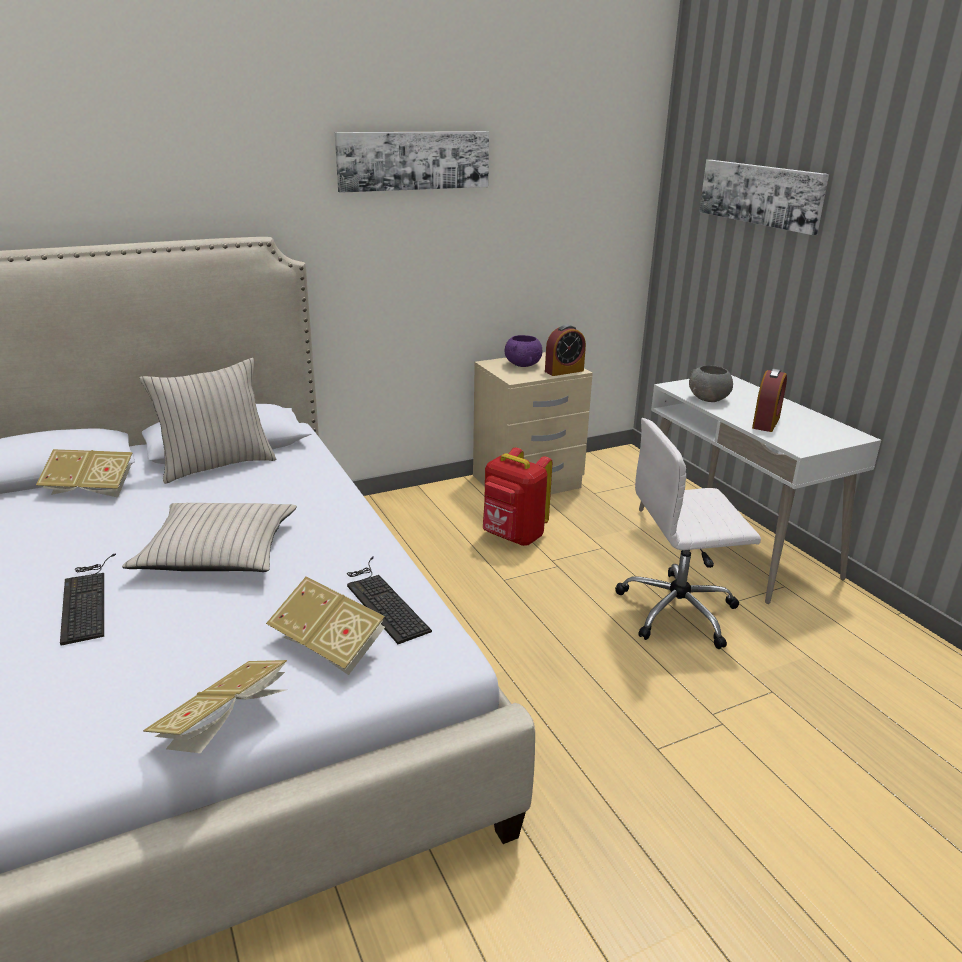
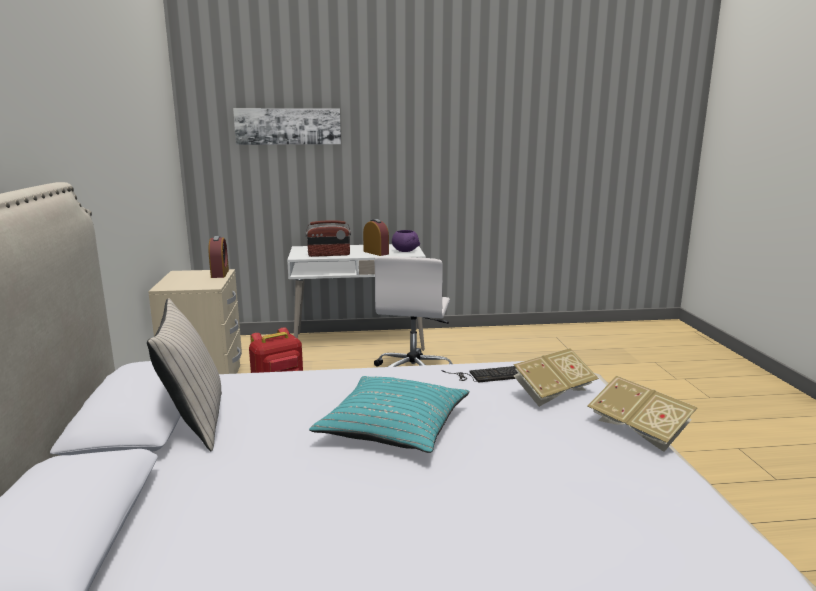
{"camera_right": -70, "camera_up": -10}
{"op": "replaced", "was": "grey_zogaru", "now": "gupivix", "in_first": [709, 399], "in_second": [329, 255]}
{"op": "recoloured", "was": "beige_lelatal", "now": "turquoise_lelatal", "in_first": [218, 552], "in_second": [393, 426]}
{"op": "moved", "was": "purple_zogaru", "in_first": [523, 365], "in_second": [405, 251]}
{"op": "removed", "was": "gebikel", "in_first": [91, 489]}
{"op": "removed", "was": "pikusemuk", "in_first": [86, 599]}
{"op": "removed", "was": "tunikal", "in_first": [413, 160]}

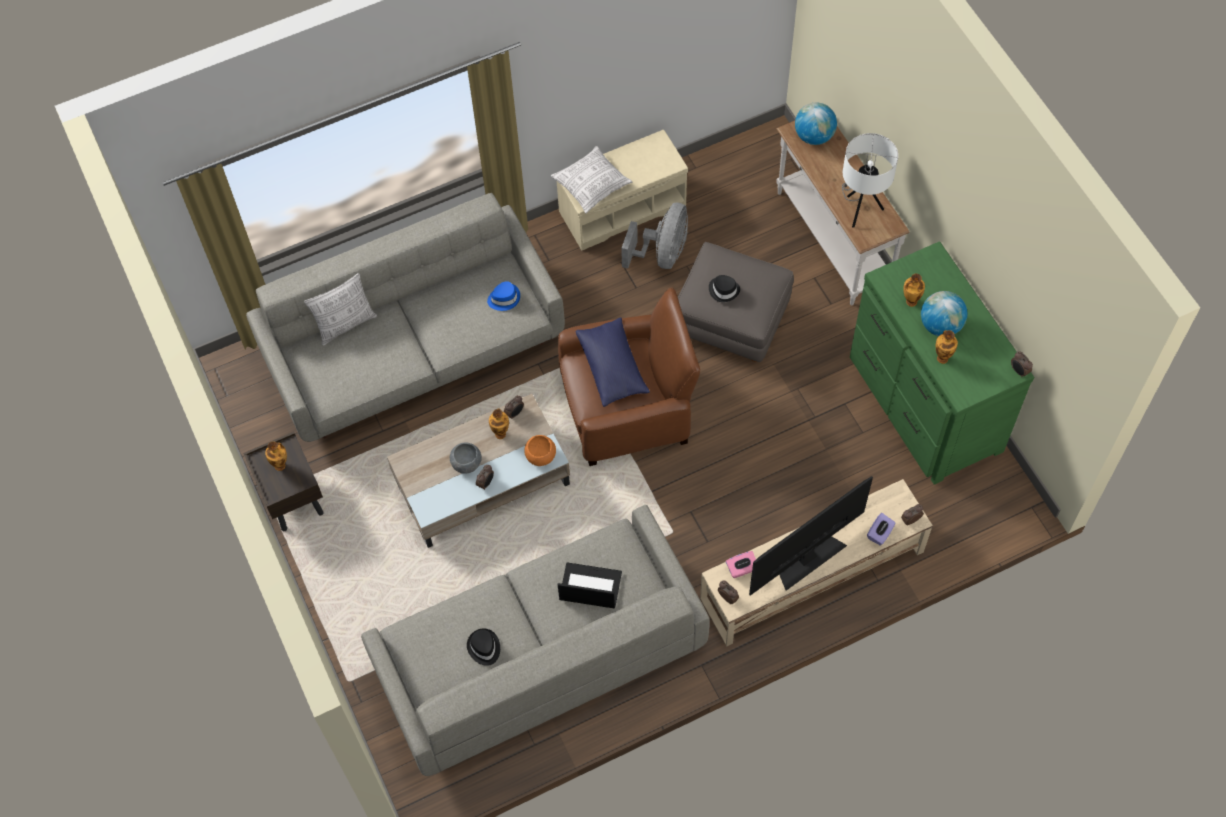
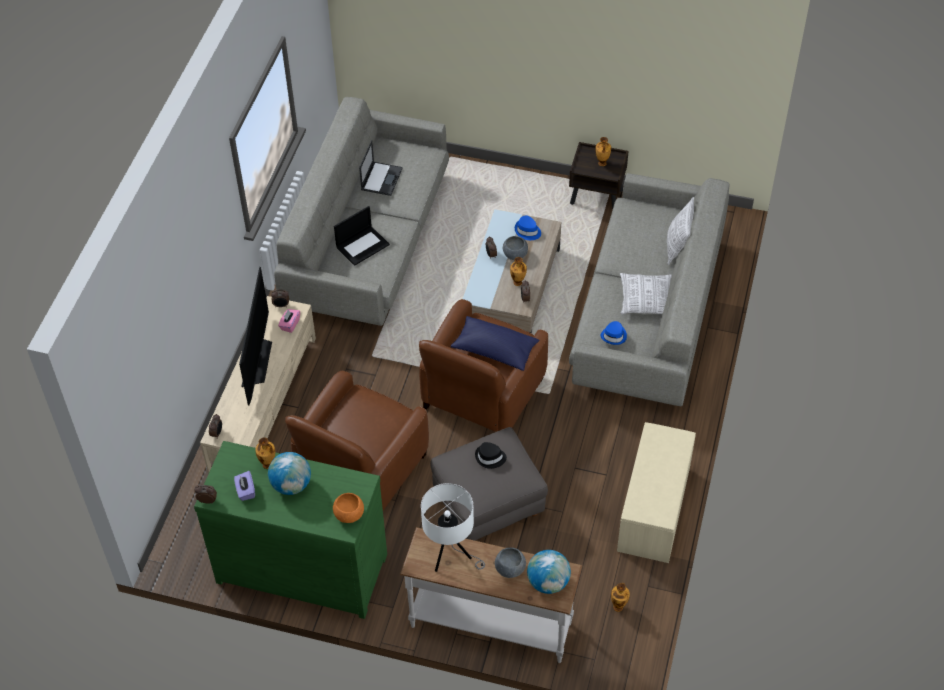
{"camera_right": 130, "camera_up": -10}
{"op": "moved", "was": "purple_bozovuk", "in_first": [880, 534], "in_second": [245, 491]}
{"op": "added", "now": "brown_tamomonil", "in_second": [361, 469]}
{"op": "moved", "was": "orange_zogaru", "in_first": [540, 456], "in_second": [349, 514]}
{"op": "replaced", "was": "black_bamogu", "now": "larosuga", "in_first": [484, 648], "in_second": [381, 178]}
{"op": "added", "now": "grey_zogaru", "in_second": [510, 568]}
{"op": "added", "now": "blue_bamogu", "in_second": [527, 231]}
{"op": "moved", "was": "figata", "in_first": [910, 301], "in_second": [618, 606]}
{"op": "moved", "was": "lelatal", "in_first": [592, 185], "in_second": [645, 300]}
{"op": "removed", "was": "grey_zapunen", "in_first": [662, 254]}

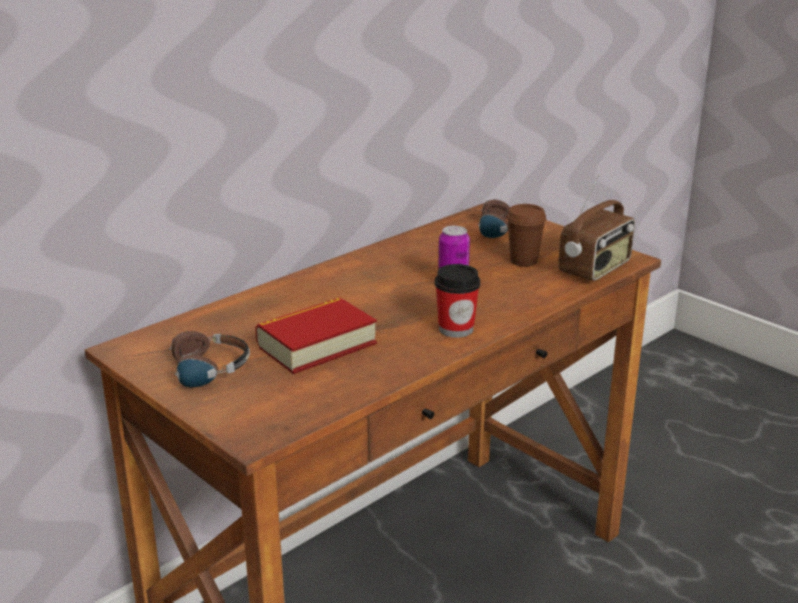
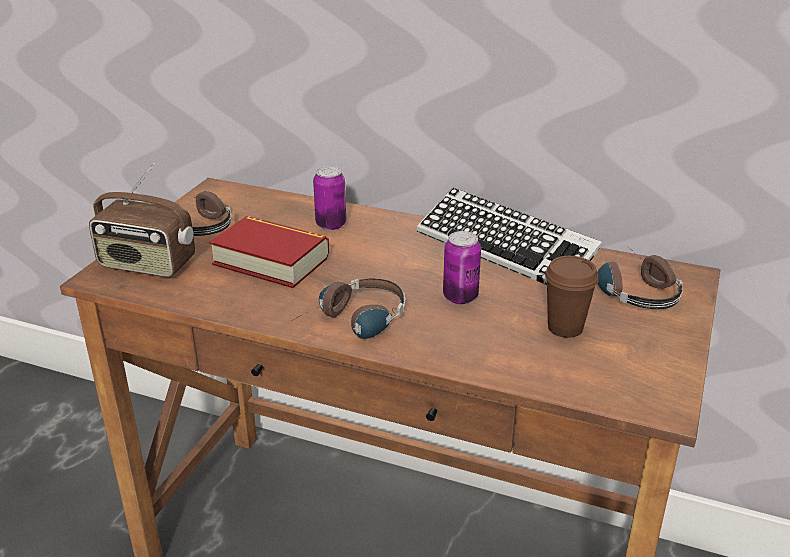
{"camera_right": 65, "camera_up": 5}
{"op": "moved", "was": "gupivix", "in_first": [595, 269], "in_second": [146, 265]}
{"op": "replaced", "was": "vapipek", "now": "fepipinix", "in_first": [456, 329], "in_second": [353, 323]}
{"op": "added", "now": "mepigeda", "in_second": [331, 224]}
{"op": "added", "now": "pikusemuk", "in_second": [505, 248]}

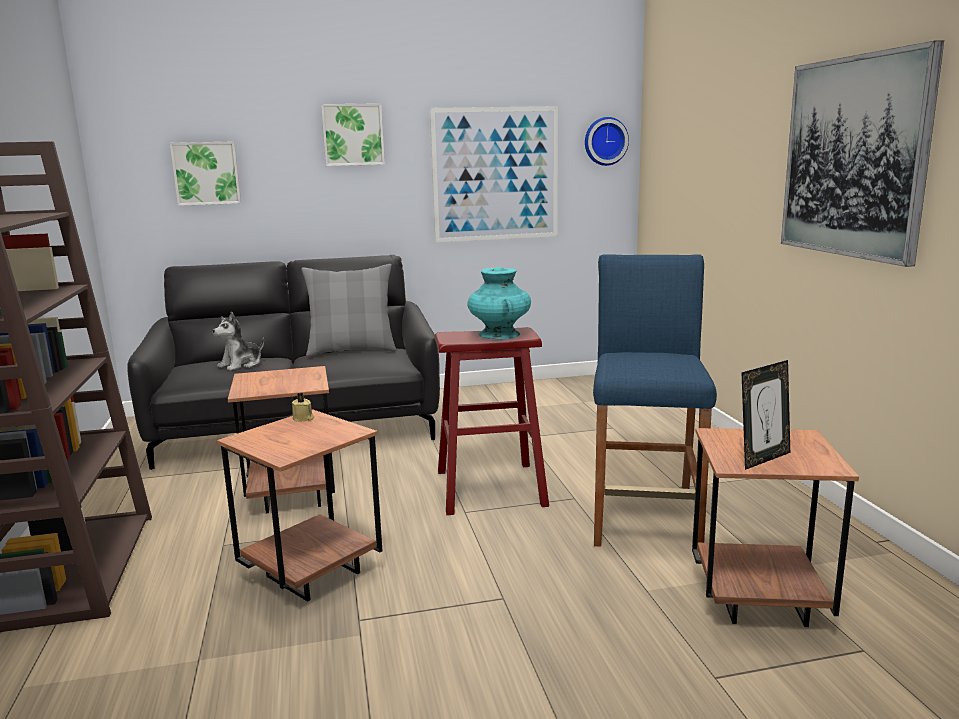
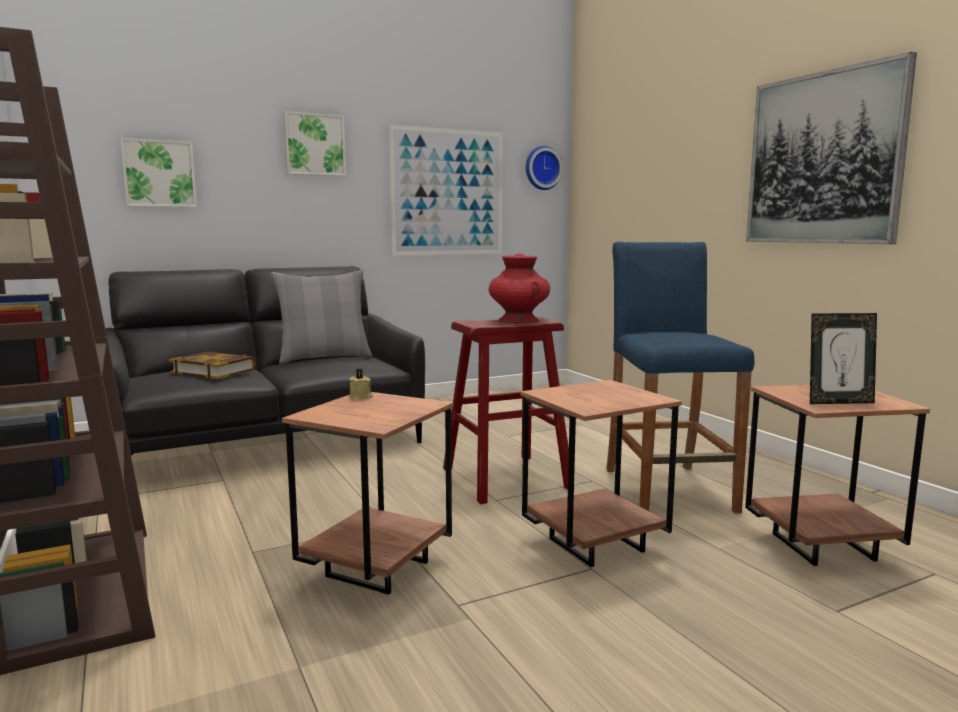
{"camera_right": -15, "camera_up": -5}
{"op": "replaced", "was": "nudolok", "now": "gebikel", "in_first": [241, 364], "in_second": [214, 371]}
{"op": "recoloured", "was": "turquoise_figata", "now": "red_figata", "in_first": [499, 334], "in_second": [518, 320]}
{"op": "moved", "was": "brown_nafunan", "in_first": [292, 497], "in_second": [593, 545]}
{"op": "turned", "was": "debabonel", "in_first": [763, 459], "in_second": [839, 402], "clockwise": 45}

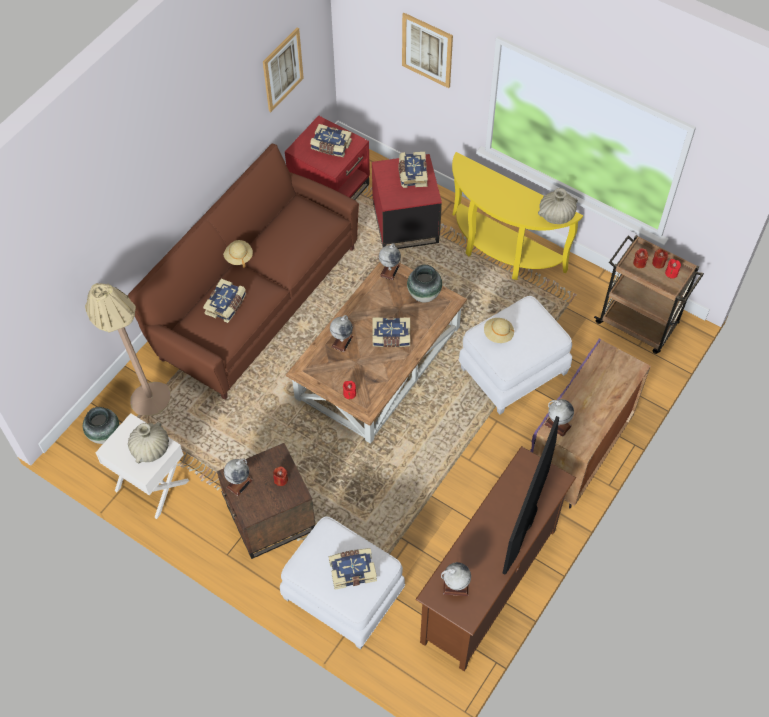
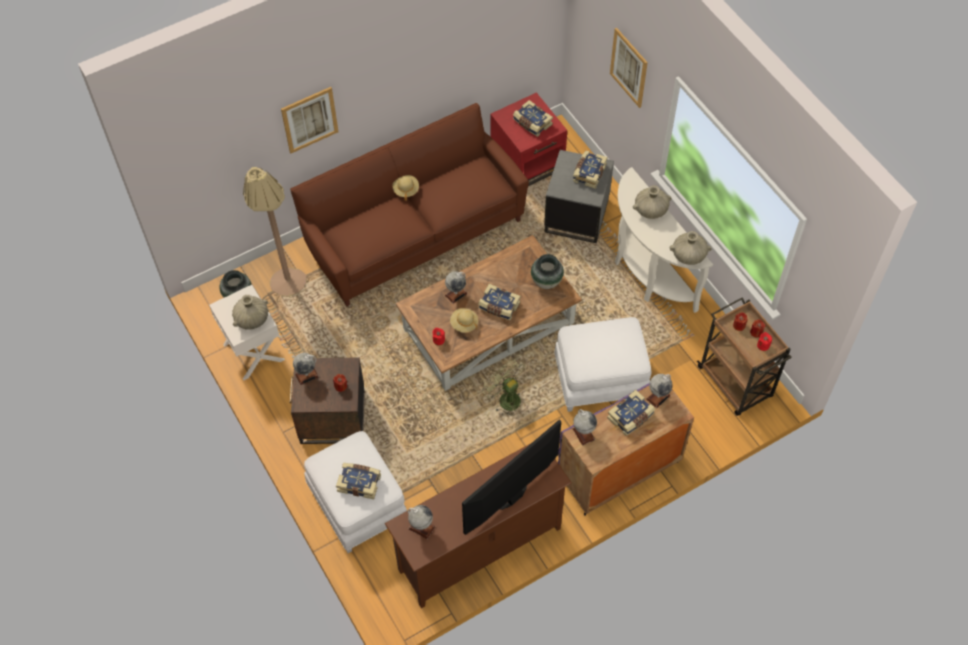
{"camera_right": 25, "camera_up": 0}
{"op": "moved", "was": "tunikal", "in_first": [282, 69], "in_second": [309, 119]}
{"op": "moved", "was": "beige_bamogu", "in_first": [498, 334], "in_second": [464, 324]}
{"op": "added", "now": "green_zapunen", "in_second": [505, 398]}
{"op": "recoloured", "was": "red_nafunan", "now": "grey_nafunan", "in_first": [405, 224], "in_second": [576, 215]}
{"op": "moved", "was": "gebikel", "in_first": [226, 305], "in_second": [631, 417]}
{"op": "recoloured", "was": "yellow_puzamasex", "now": "white_puzamasex", "in_first": [500, 252], "in_second": [646, 272]}
{"op": "added", "now": "beige_figata", "in_second": [651, 210]}
{"op": "moved", "was": "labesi", "in_first": [389, 270], "in_second": [658, 397]}

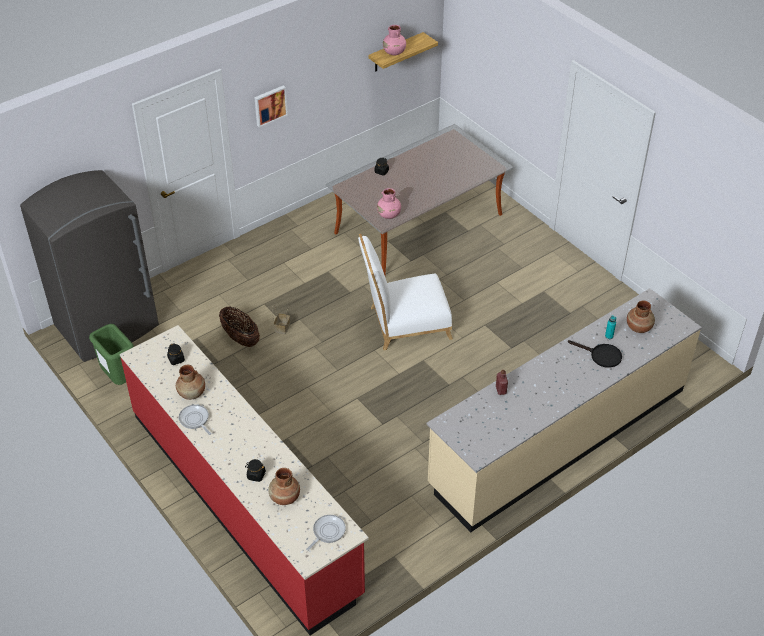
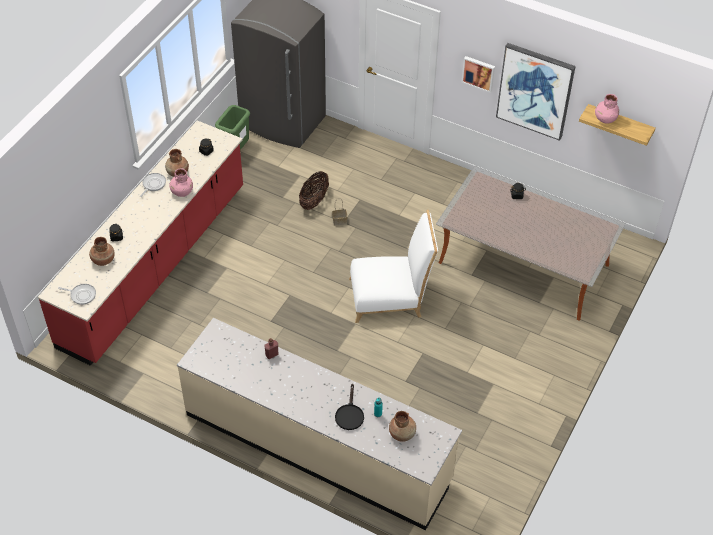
{"camera_right": 65, "camera_up": 5}
{"op": "moved", "was": "pink_figata", "in_first": [388, 215], "in_second": [182, 192]}
{"op": "turned", "was": "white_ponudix", "in_first": [405, 324], "in_second": [390, 297], "clockwise": 120}
{"op": "added", "now": "tunikal", "in_second": [535, 90]}

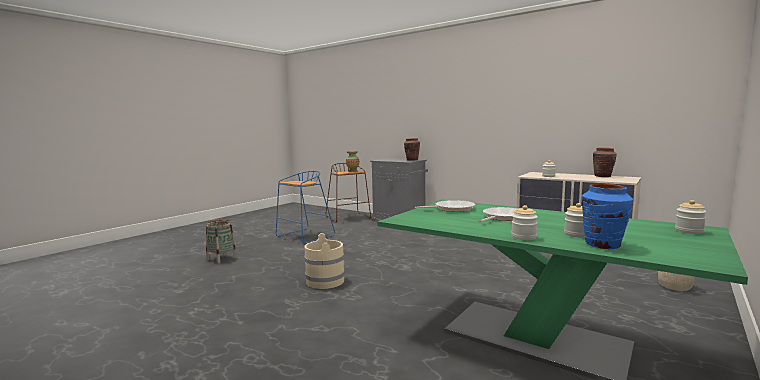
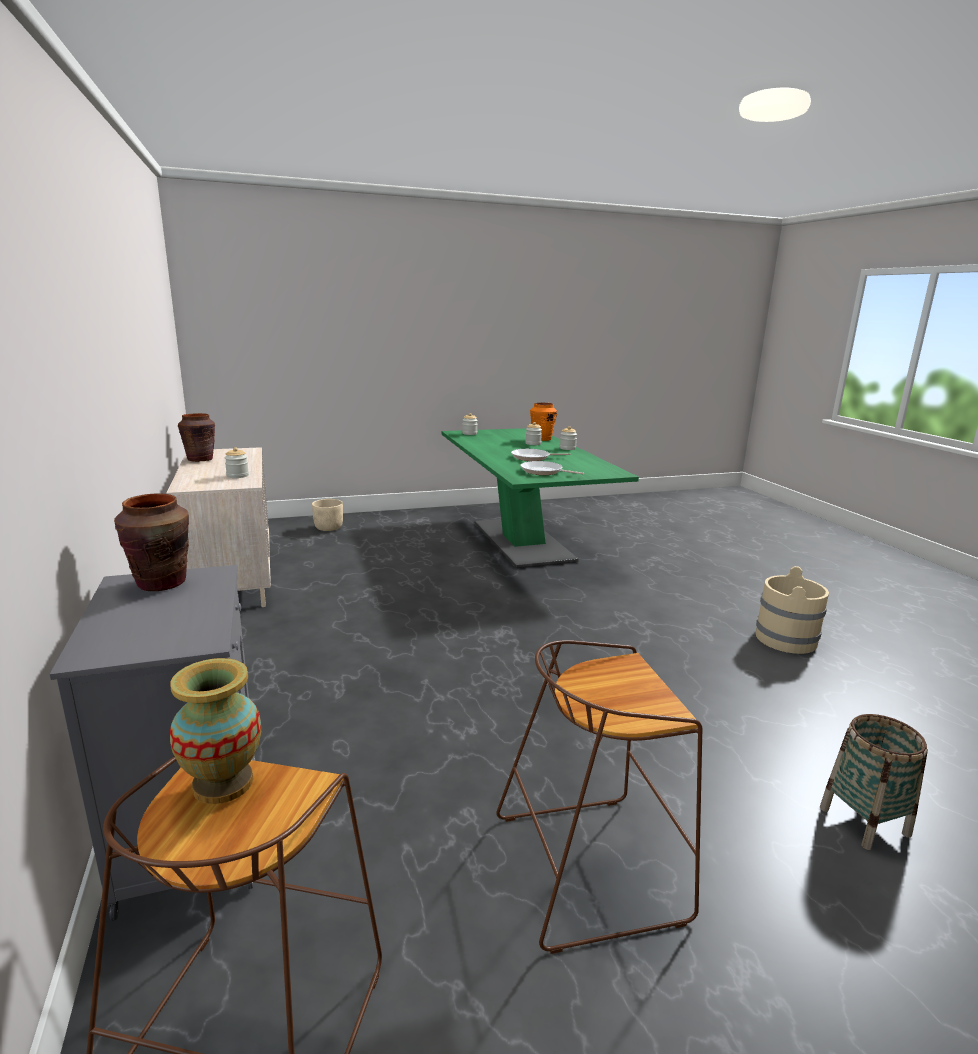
{"camera_right": -145, "camera_up": 10}
{"op": "recoloured", "was": "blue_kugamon", "now": "brown_kugamon", "in_first": [305, 236], "in_second": [591, 865]}
{"op": "recoloured", "was": "blue_figata", "now": "orange_figata", "in_first": [603, 245], "in_second": [542, 439]}
{"op": "moved", "was": "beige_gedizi", "in_first": [325, 281], "in_second": [785, 638]}

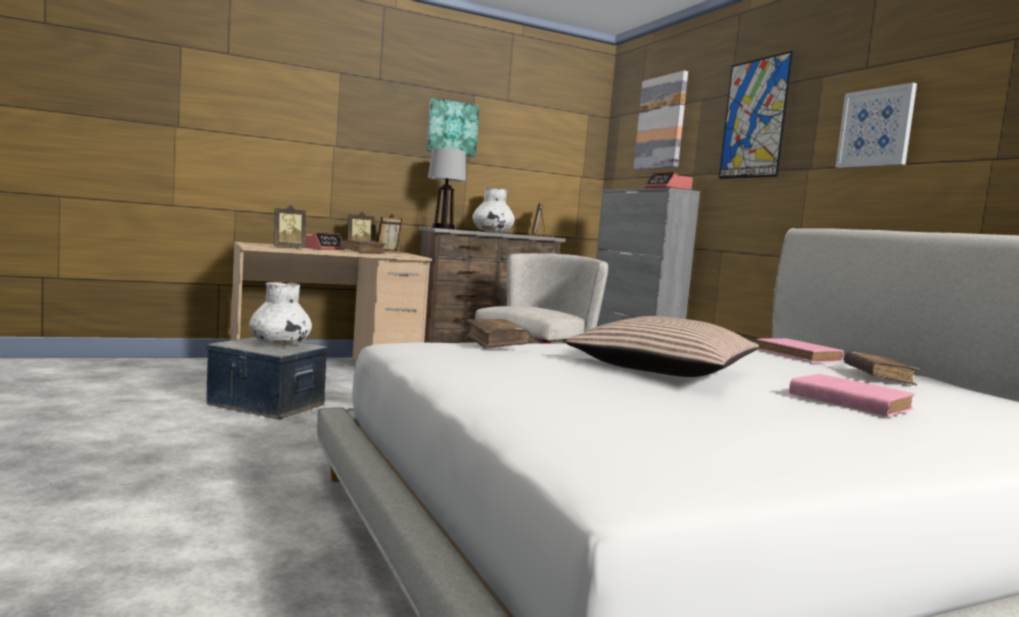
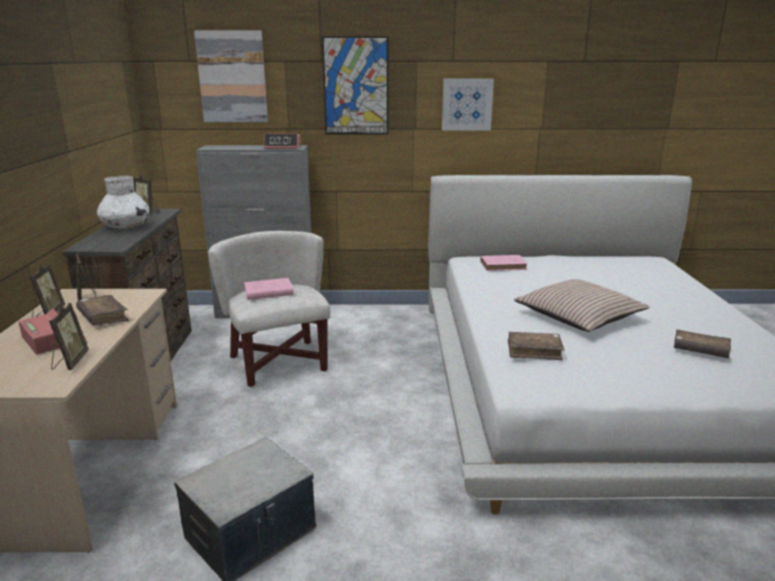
{"camera_right": -65, "camera_up": 15}
{"op": "moved", "was": "pink_gebikel", "in_first": [846, 401], "in_second": [267, 292]}
{"op": "moved", "was": "brown_gebikel", "in_first": [878, 377], "in_second": [700, 351]}
{"op": "removed", "was": "white_figata", "in_first": [279, 344]}
{"op": "removed", "was": "tunikal", "in_first": [452, 128]}
{"op": "removed", "was": "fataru", "in_first": [443, 228]}

